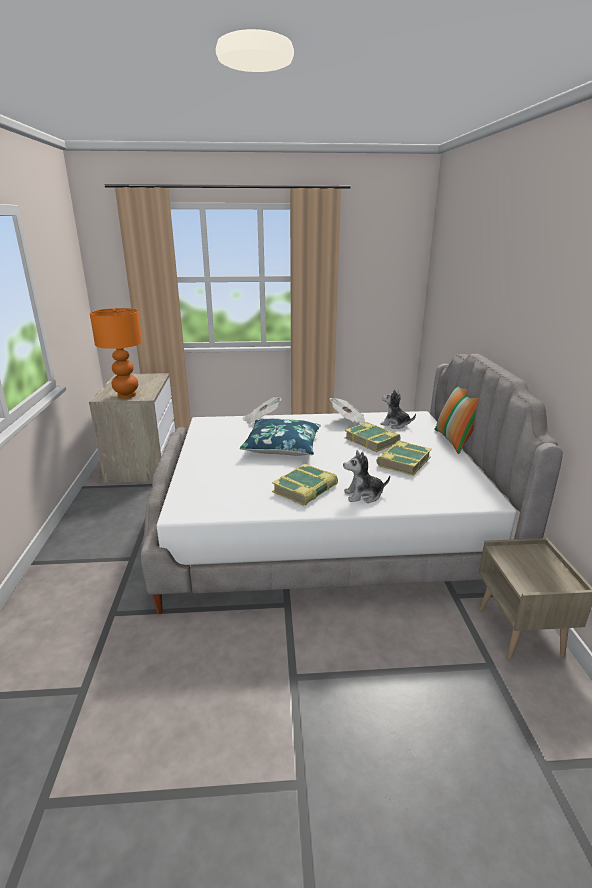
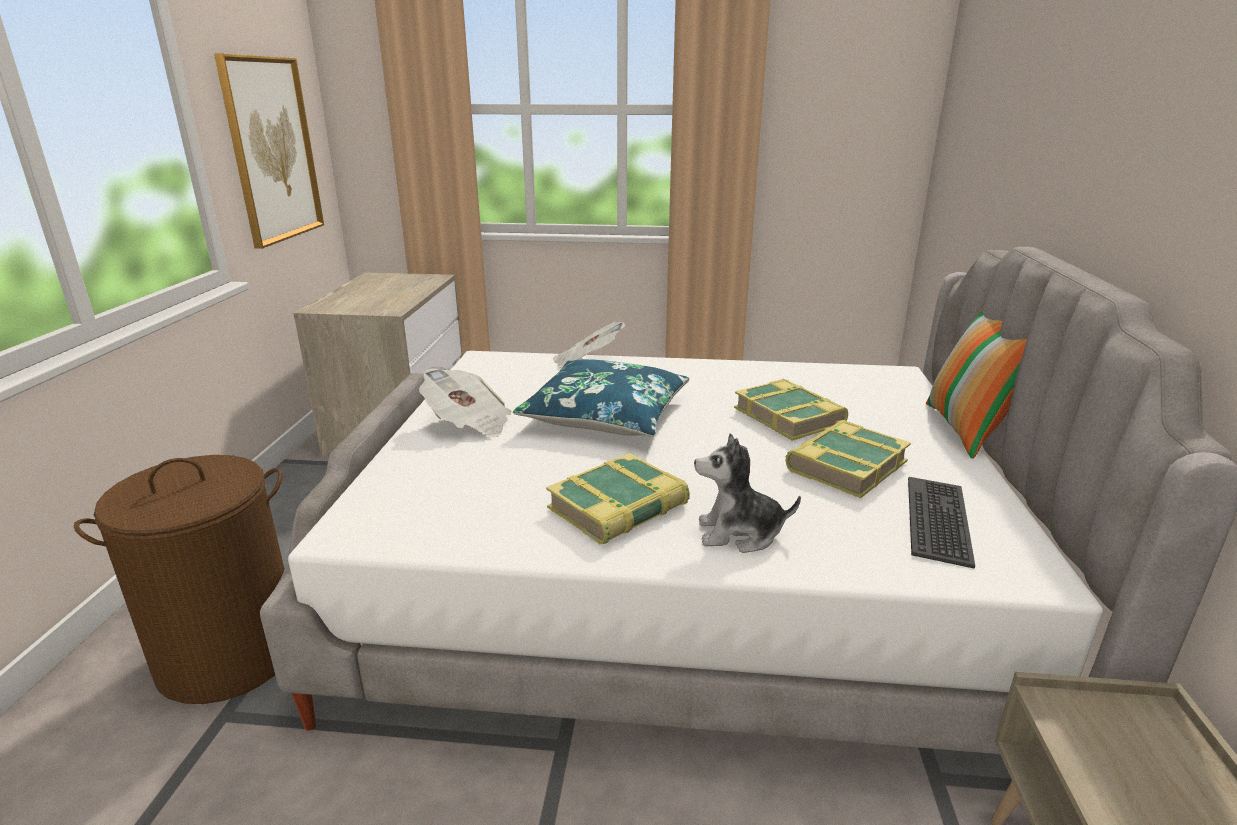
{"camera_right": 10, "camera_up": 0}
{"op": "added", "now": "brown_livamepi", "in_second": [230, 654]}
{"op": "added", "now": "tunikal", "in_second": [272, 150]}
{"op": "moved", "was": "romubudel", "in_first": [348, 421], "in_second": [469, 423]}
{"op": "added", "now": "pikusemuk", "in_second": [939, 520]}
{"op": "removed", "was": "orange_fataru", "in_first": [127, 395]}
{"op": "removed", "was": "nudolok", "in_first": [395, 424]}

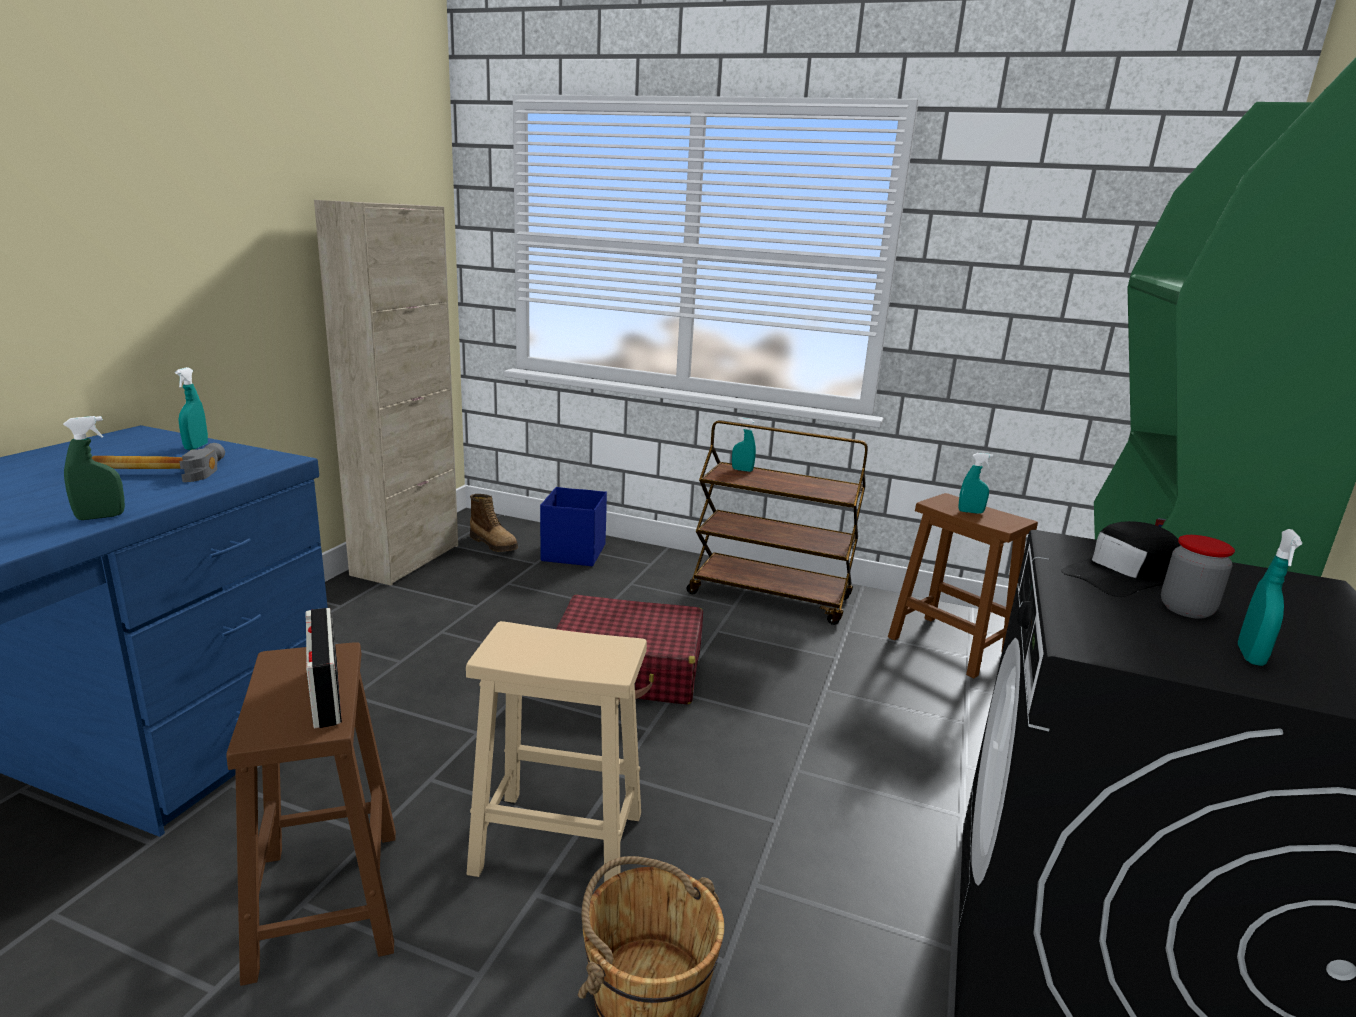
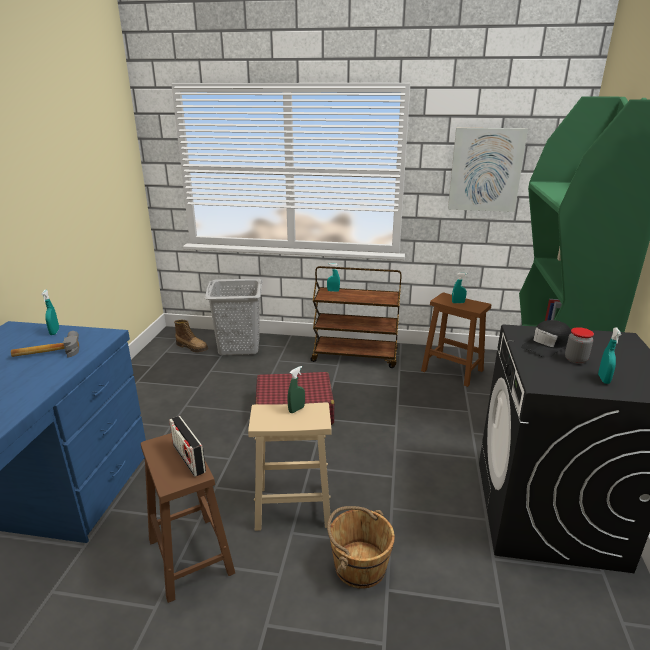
{"camera_right": -10, "camera_up": 5}
{"op": "replaced", "was": "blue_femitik", "now": "grey_livamepi", "in_first": [573, 553], "in_second": [239, 346]}
{"op": "moved", "was": "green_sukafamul", "in_first": [100, 517], "in_second": [296, 409]}
{"op": "added", "now": "tunikal", "in_second": [485, 170]}
{"op": "removed", "was": "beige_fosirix", "in_first": [406, 560]}

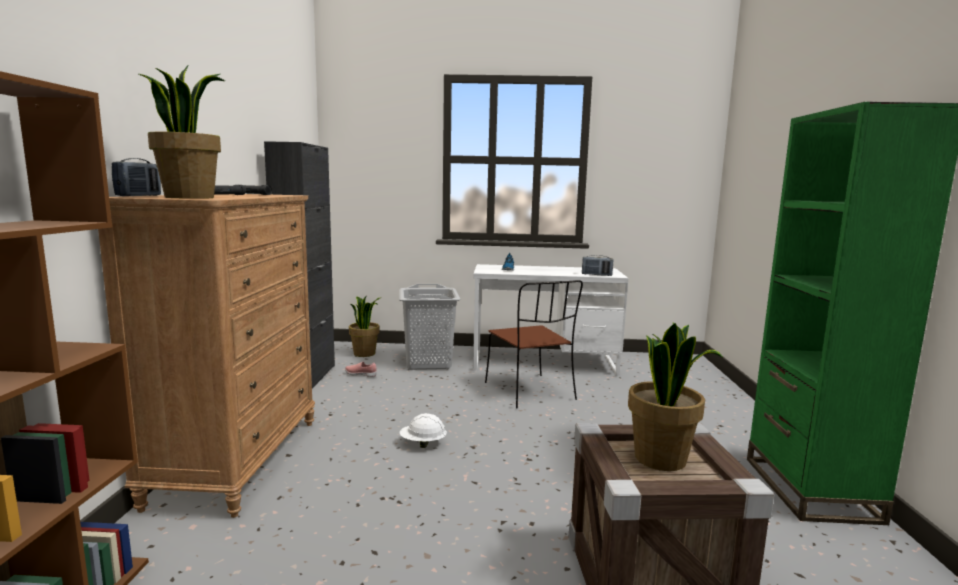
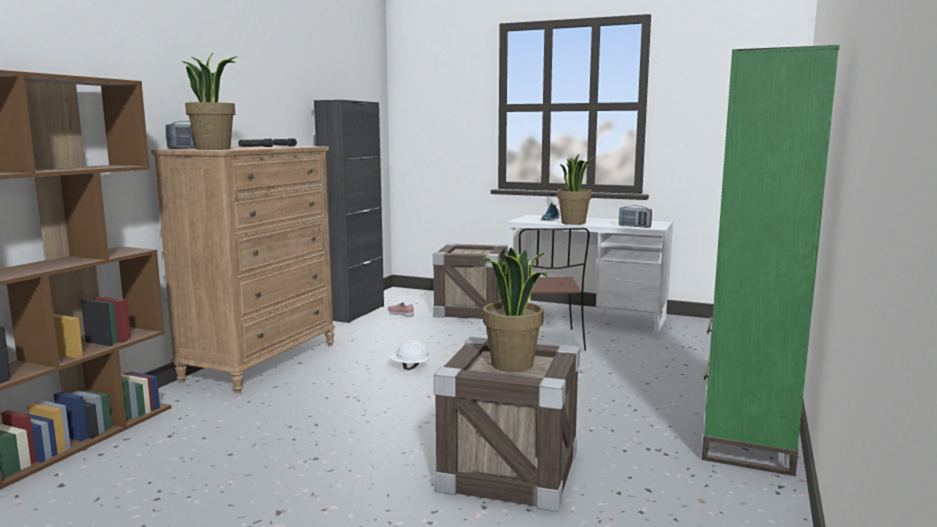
{"camera_right": 20, "camera_up": 0}
{"op": "replaced", "was": "grey_livamepi", "now": "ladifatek", "in_first": [428, 362], "in_second": [471, 310]}
{"op": "moved", "was": "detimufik", "in_first": [365, 353], "in_second": [574, 223]}

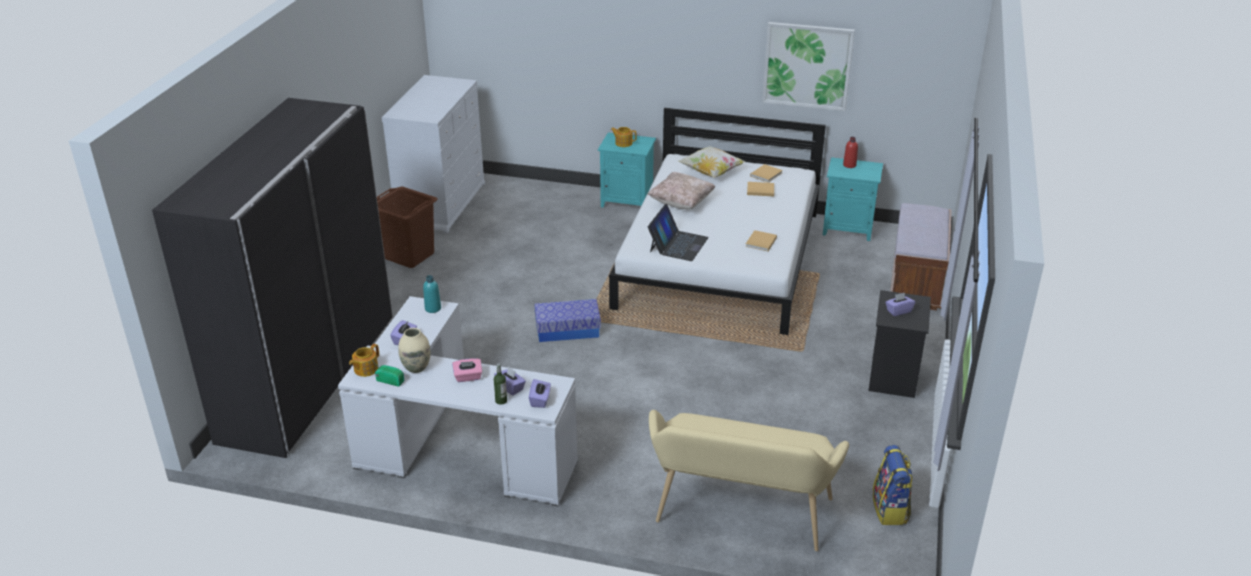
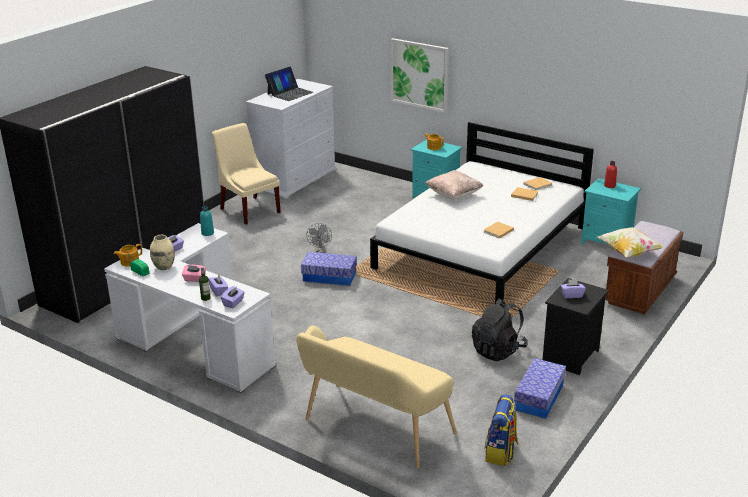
{"camera_right": 20, "camera_up": -5}
{"op": "replaced", "was": "brown_livamepi", "now": "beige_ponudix", "in_first": [409, 255], "in_second": [249, 209]}
{"op": "moved", "was": "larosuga", "in_first": [678, 244], "in_second": [289, 93]}
{"op": "added", "now": "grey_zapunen", "in_second": [320, 251]}
{"op": "moved", "was": "tunikal", "in_first": [807, 66], "in_second": [419, 74]}
{"op": "added", "now": "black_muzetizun", "in_second": [498, 350]}
{"op": "added", "now": "femitik", "in_second": [539, 397]}
{"op": "moved", "was": "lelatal", "in_first": [711, 172], "in_second": [628, 252]}

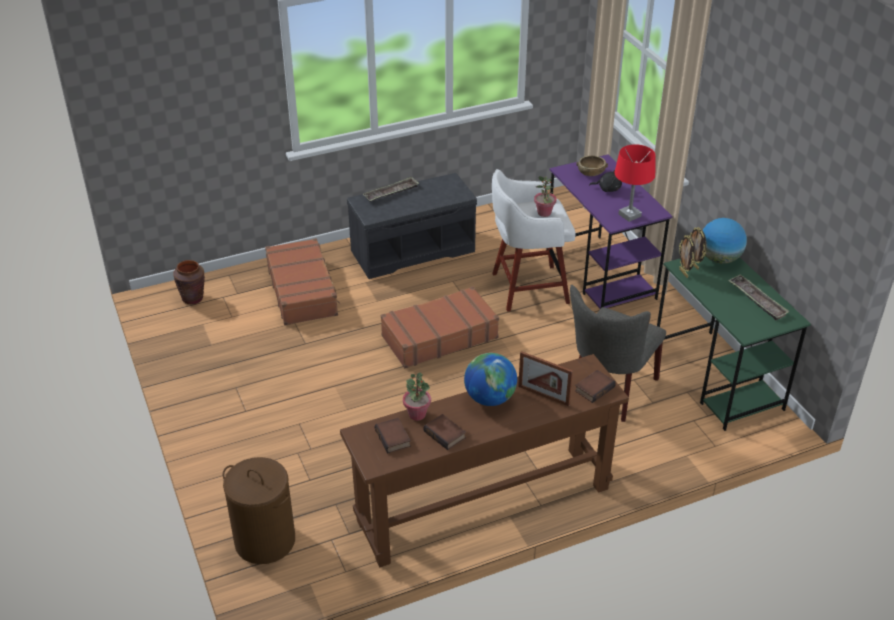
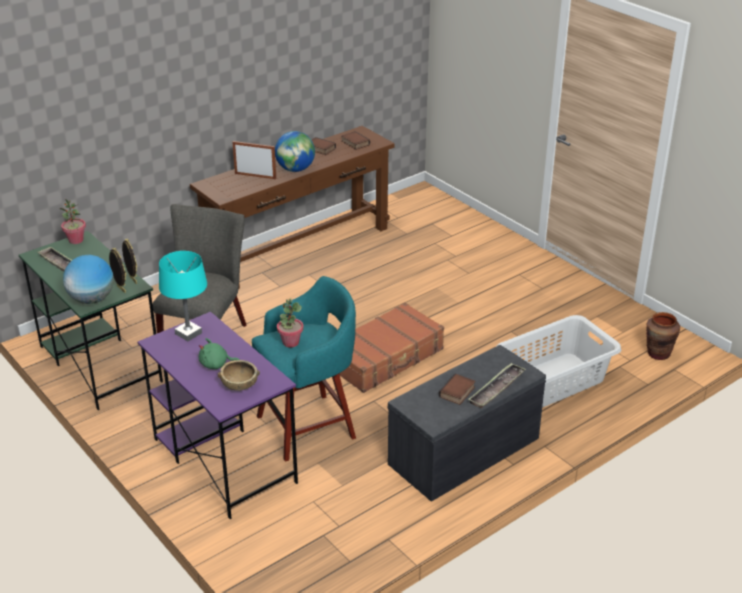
{"camera_right": 165, "camera_up": -5}
{"op": "moved", "was": "detimufik", "in_first": [417, 414], "in_second": [76, 240]}
{"op": "recoloured", "was": "red_fataru", "now": "turquoise_fataru", "in_first": [629, 215], "in_second": [188, 333]}
{"op": "recoloured", "was": "black_nudolok", "now": "green_nudolok", "in_first": [607, 188], "in_second": [216, 364]}
{"op": "recoloured", "was": "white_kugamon", "now": "turquoise_kugamon", "in_first": [527, 288], "in_second": [309, 426]}
{"op": "moved", "was": "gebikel", "in_first": [594, 388], "in_second": [457, 392]}
{"op": "replaced", "was": "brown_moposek", "now": "grey_livamepi", "in_first": [303, 290], "in_second": [555, 381]}
{"op": "removed", "was": "brown_livamepi", "in_first": [264, 540]}

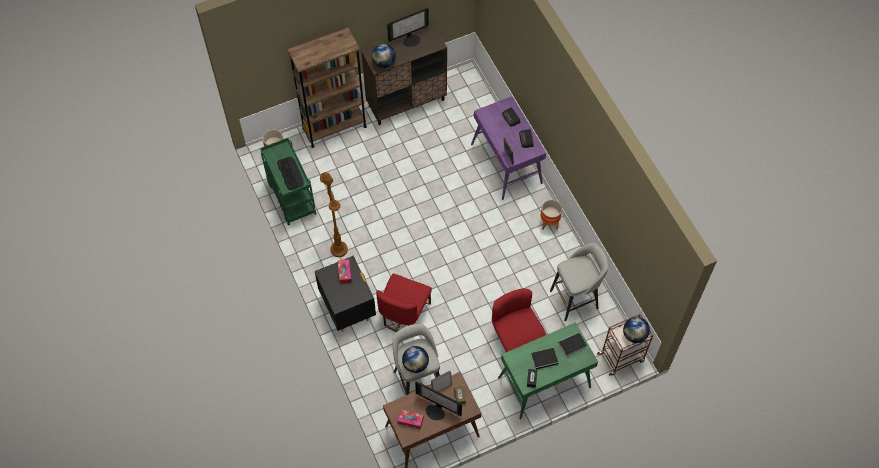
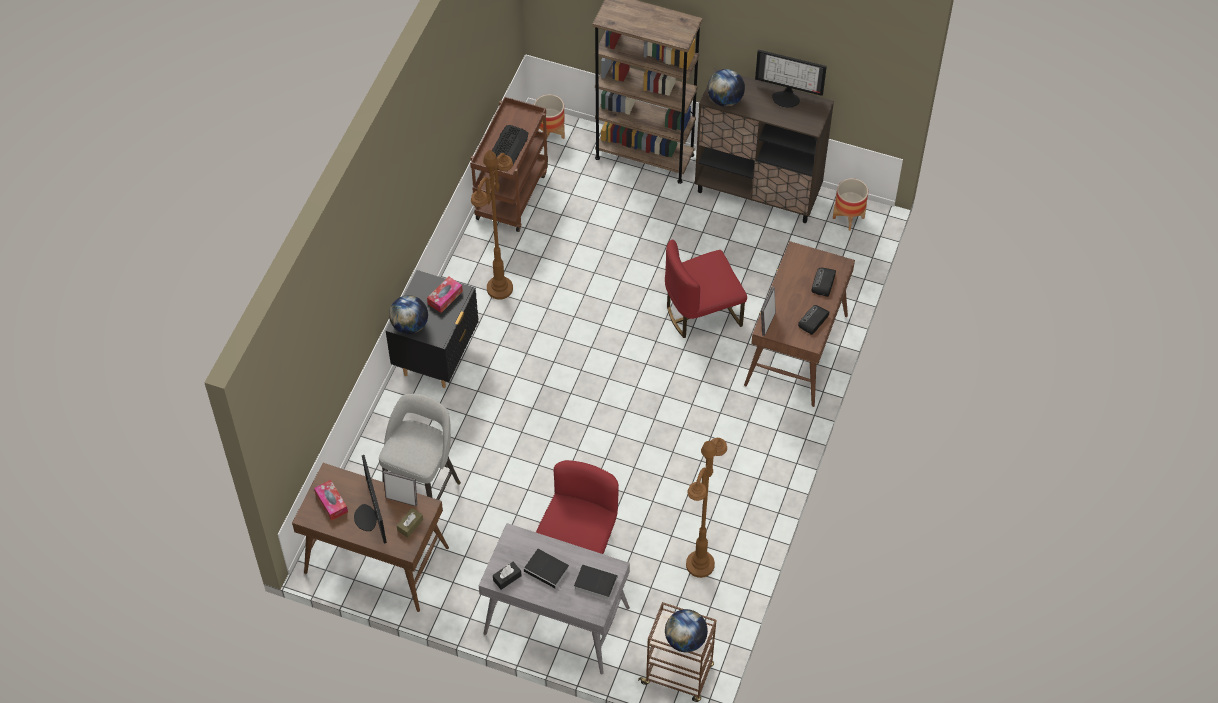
{"camera_right": 45, "camera_up": -5}
{"op": "moved", "was": "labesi", "in_first": [415, 364], "in_second": [410, 325]}
{"op": "recoloured", "was": "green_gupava", "now": "brown_gupava", "in_first": [291, 198], "in_second": [511, 194]}
{"op": "recoloured", "was": "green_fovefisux", "now": "grey_fovefisux", "in_first": [544, 383], "in_second": [555, 621]}
{"op": "moved", "was": "red_ponudix", "in_first": [404, 313], "in_second": [702, 312]}
{"op": "replaced", "was": "grey_kugamon", "now": "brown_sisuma", "in_first": [575, 299], "in_second": [700, 565]}
{"op": "recoloured", "was": "purple_fovefisux", "now": "brown_fovefisux", "in_first": [506, 164], "in_second": [796, 351]}
{"op": "moved", "was": "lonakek", "in_first": [549, 223], "in_second": [848, 218]}

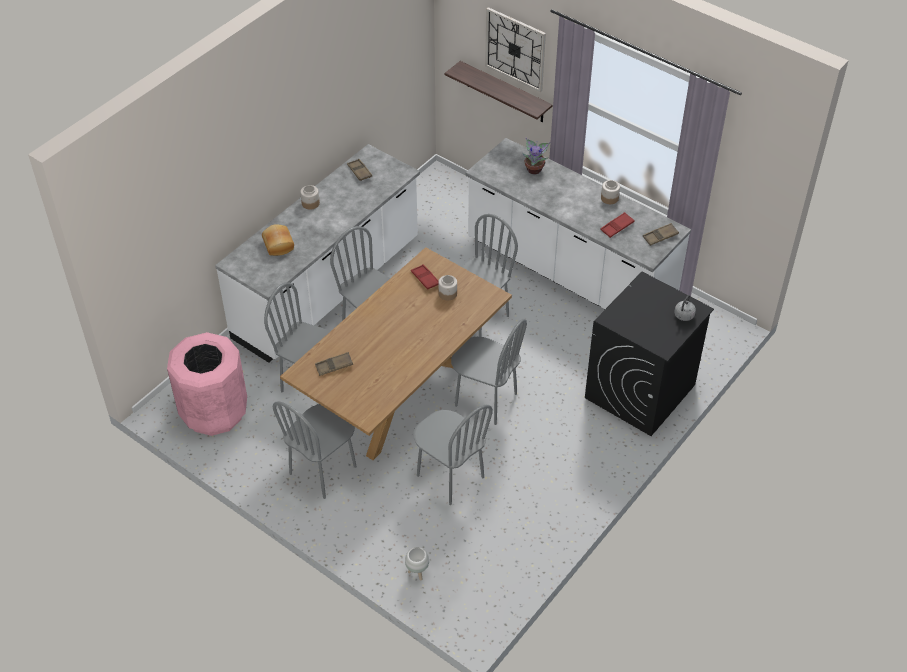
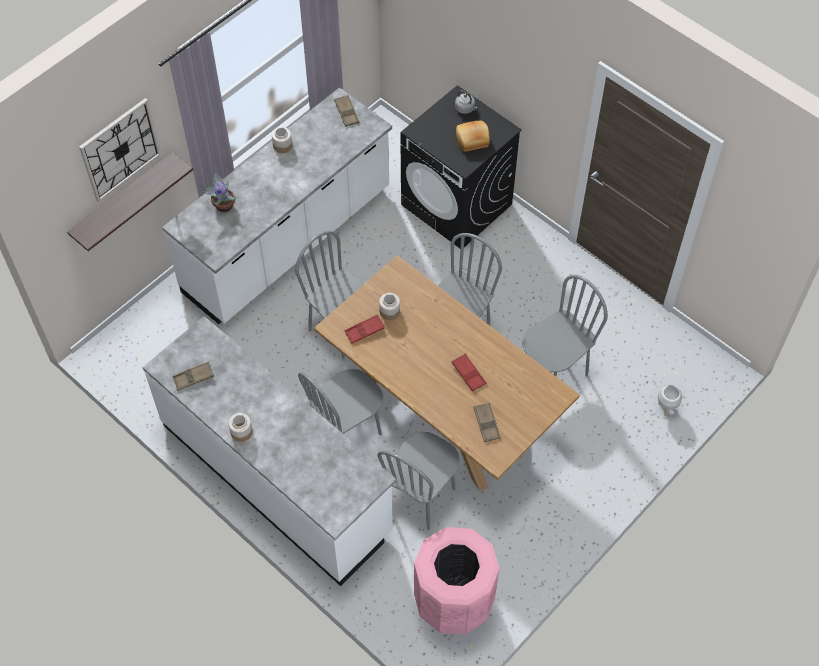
{"camera_right": -85, "camera_up": 10}
{"op": "moved", "was": "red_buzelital", "in_first": [617, 227], "in_second": [468, 374]}
{"op": "moved", "was": "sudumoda", "in_first": [277, 245], "in_second": [472, 141]}
{"op": "removed", "was": "grey_ponudix", "in_first": [323, 470]}

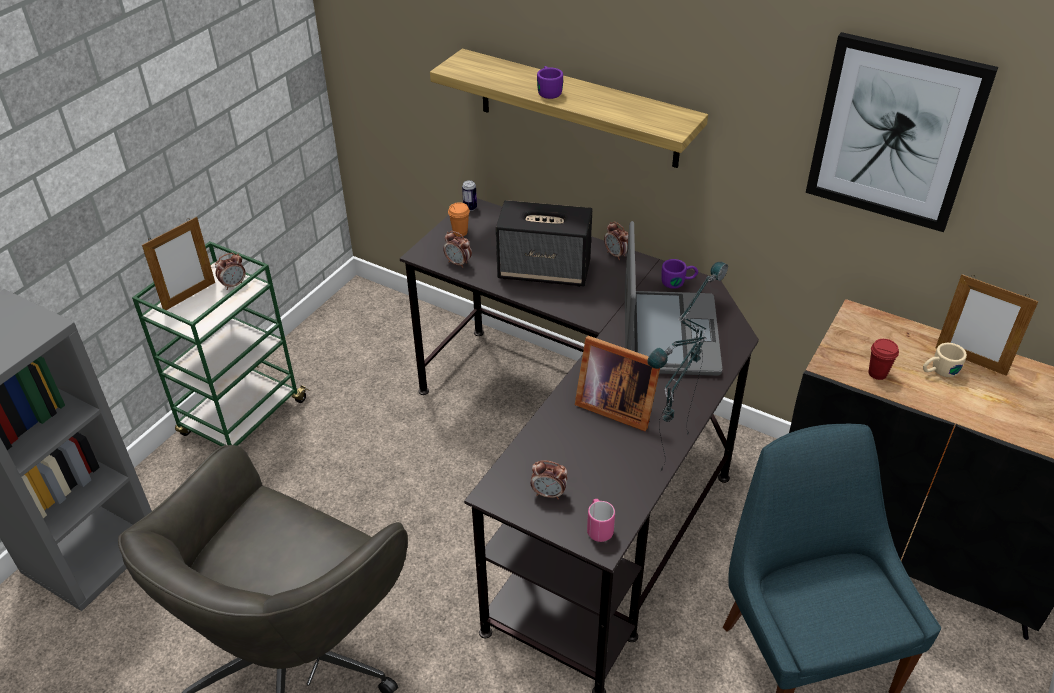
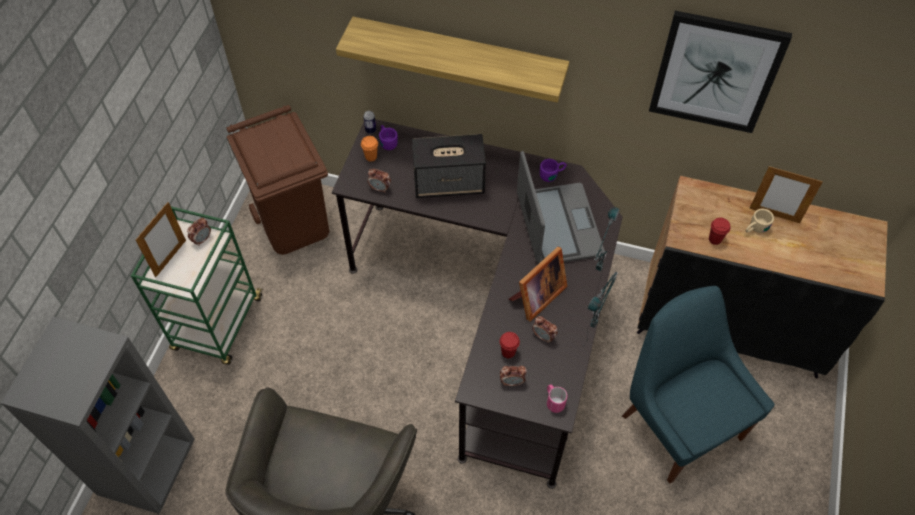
{"camera_right": -15, "camera_up": 15}
{"op": "added", "now": "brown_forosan", "in_second": [294, 224]}
{"op": "moved", "was": "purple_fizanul", "in_first": [548, 90], "in_second": [387, 141]}
{"op": "added", "now": "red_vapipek", "in_second": [508, 352]}
{"op": "turned", "was": "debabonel", "in_first": [614, 405], "in_second": [536, 297], "clockwise": -60}
{"op": "moved", "was": "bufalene", "in_first": [616, 255], "in_second": [543, 336]}

